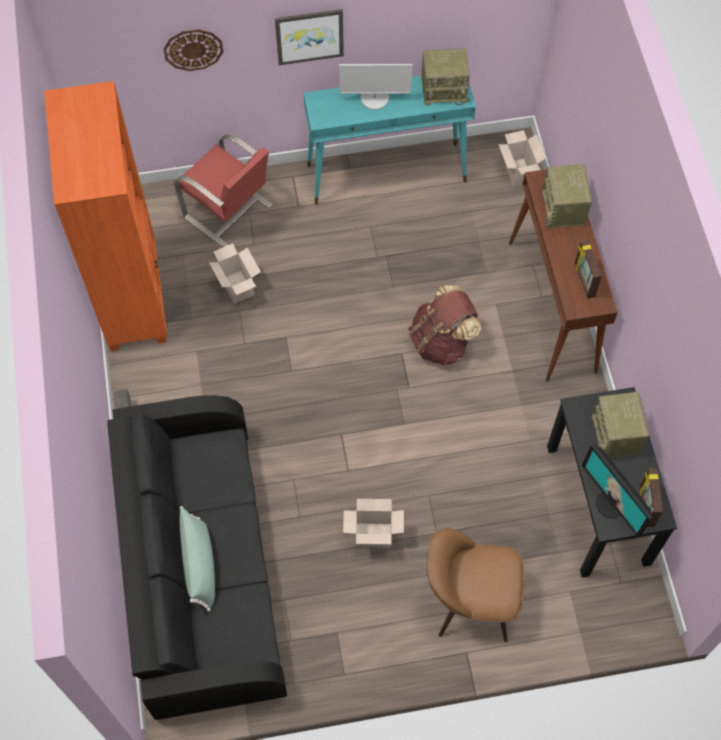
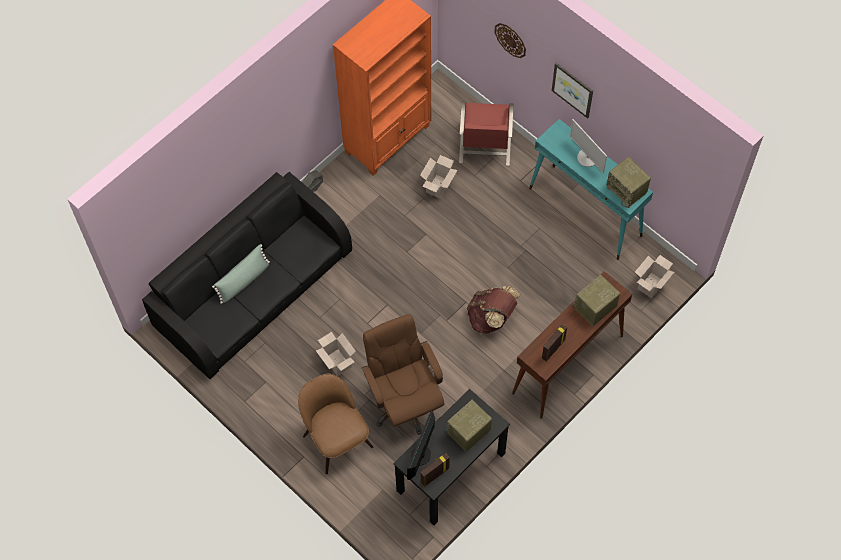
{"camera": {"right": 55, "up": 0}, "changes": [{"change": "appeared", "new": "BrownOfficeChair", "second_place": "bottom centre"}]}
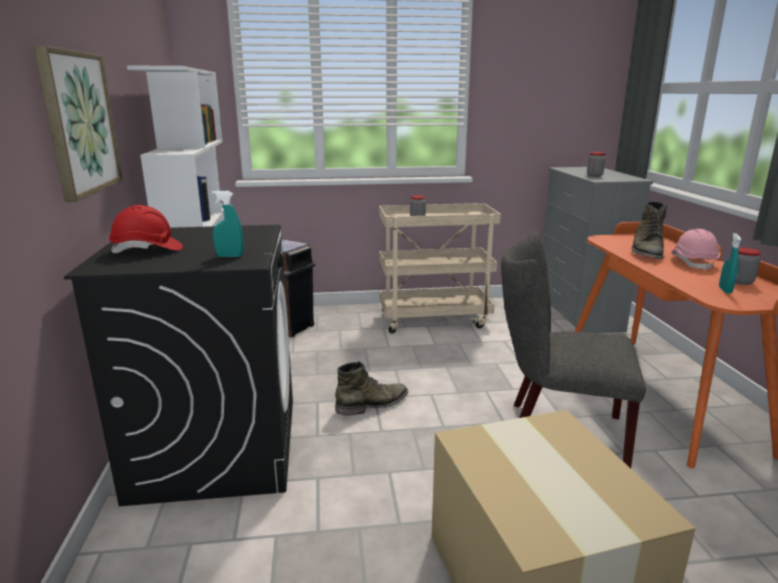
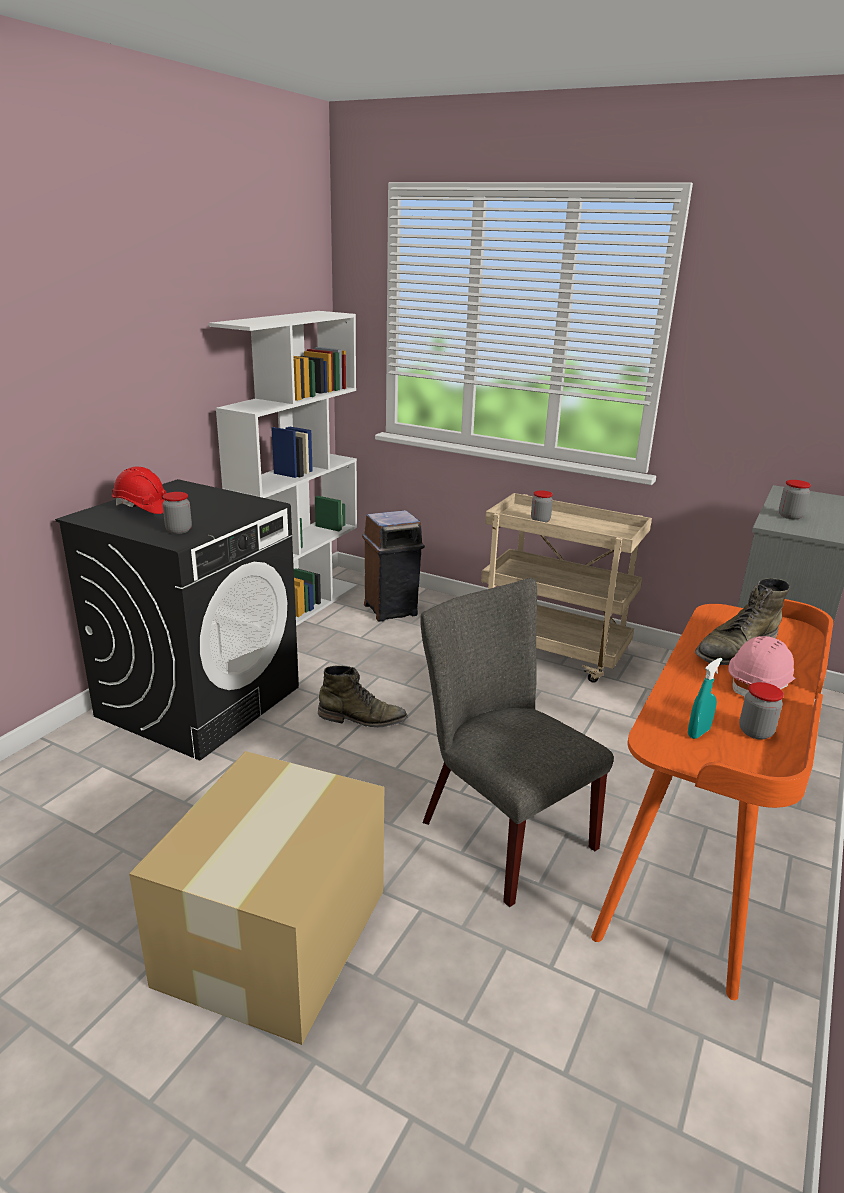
{"camera": {"right": 35, "up": 5}, "changes": [{"change": "missing", "old": "Picture", "first_place": "top left"}, {"change": "exchanged", "old": "TurquoiseSprayBottle (no. 1 from left)", "new": "Jar (no. 1 from left)", "first_place": "middle left", "second_place": "middle left"}]}
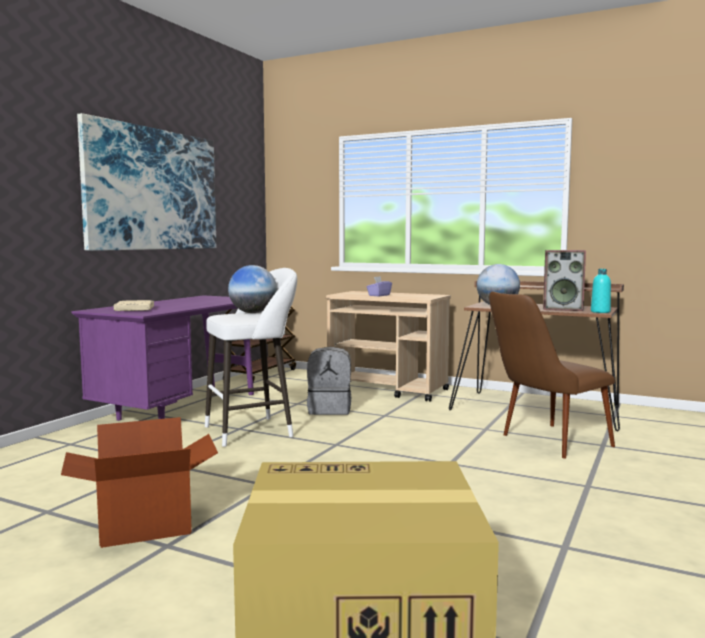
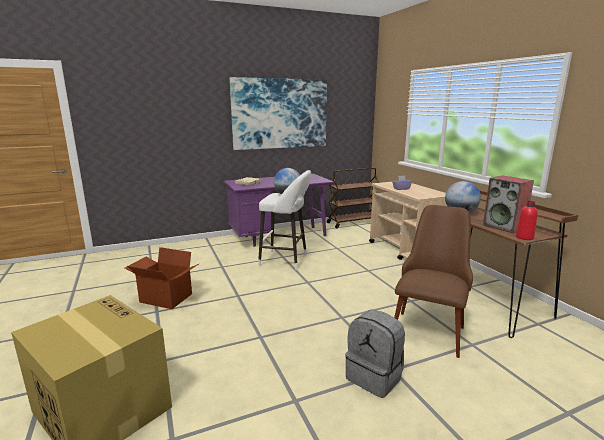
{"camera": {"right": 40, "up": 10}, "changes": [{"change": "relocated", "old": "GreyBackpack", "first_place": "centre", "second_place": "bottom centre"}, {"change": "spun", "old": "BrownChair", "first_place": "middle right", "second_place": "middle right", "degrees": 105}, {"change": "colour", "old": "TurquoiseBottle", "new": "RedBottle", "first_place": "middle right", "second_place": "middle right"}]}
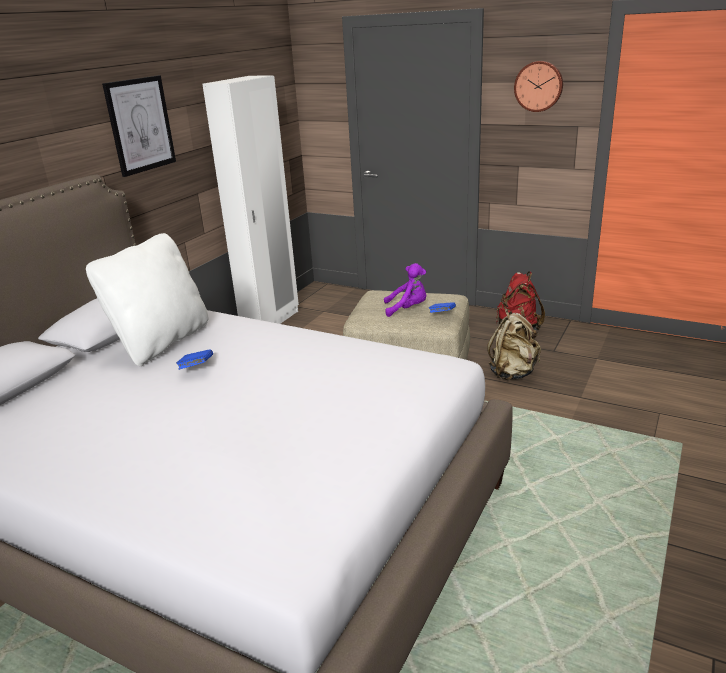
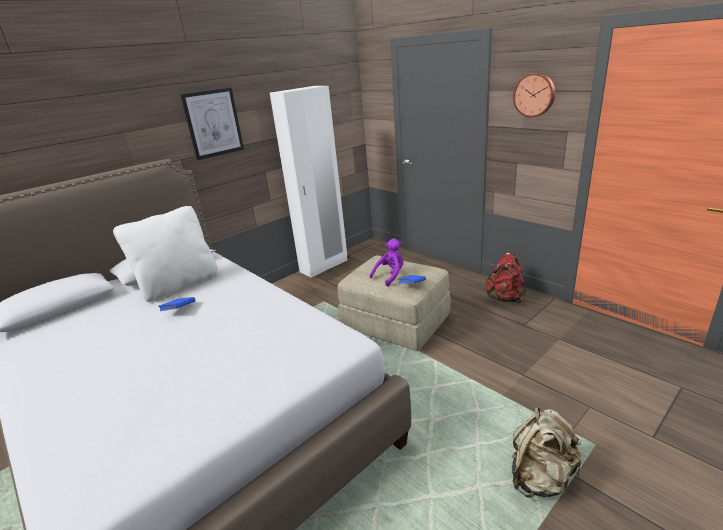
{"camera": {"right": 20, "up": 0}, "changes": [{"change": "spun", "old": "PurplePlushToy", "first_place": "centre", "second_place": "centre", "degrees": -60}, {"change": "relocated", "old": "BeigeBackpack", "first_place": "middle right", "second_place": "bottom right"}]}
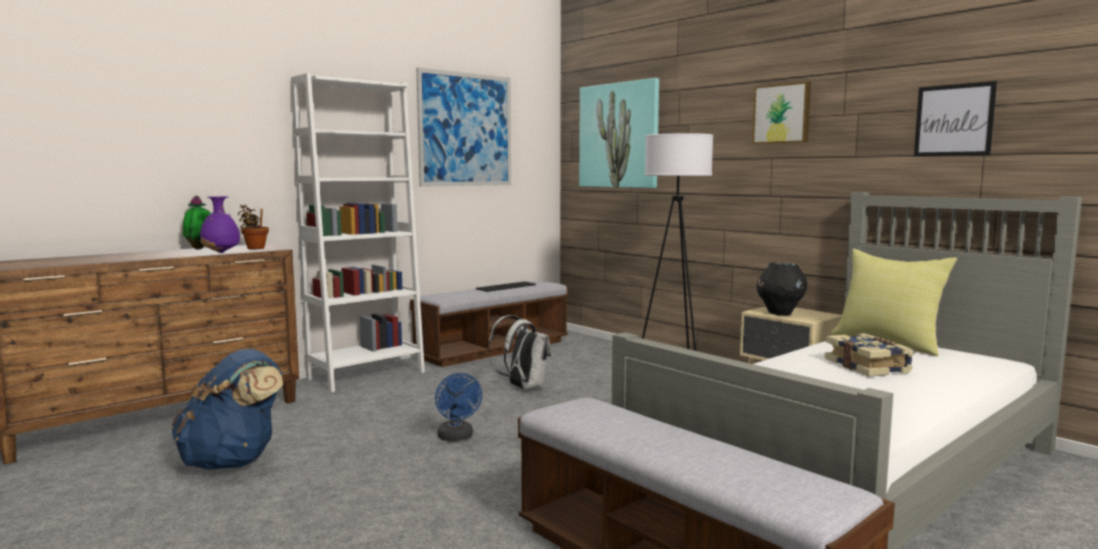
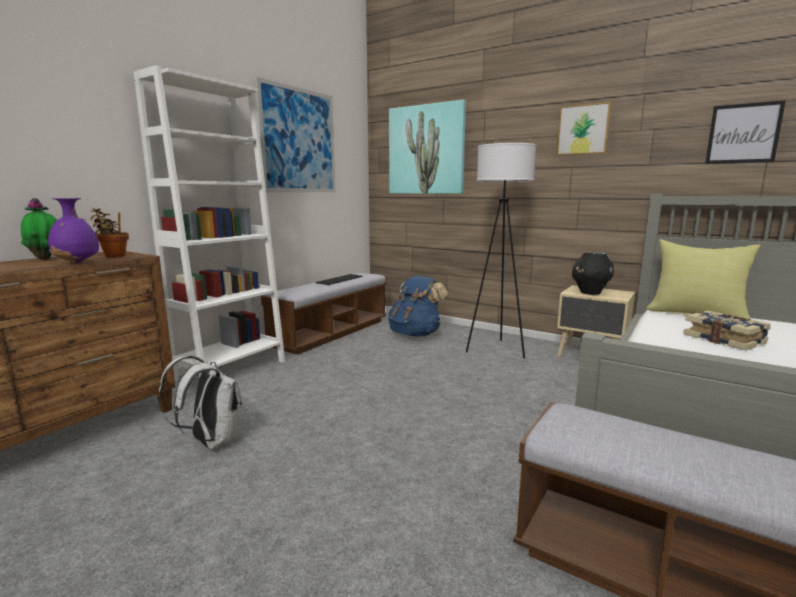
{"camera": {"right": -15, "up": 5}, "changes": [{"change": "relocated", "old": "BlueBackpack", "first_place": "bottom left", "second_place": "centre"}, {"change": "missing", "old": "BlueFan", "first_place": "bottom centre"}, {"change": "relocated", "old": "WhiteBackpack", "first_place": "centre", "second_place": "bottom left"}]}
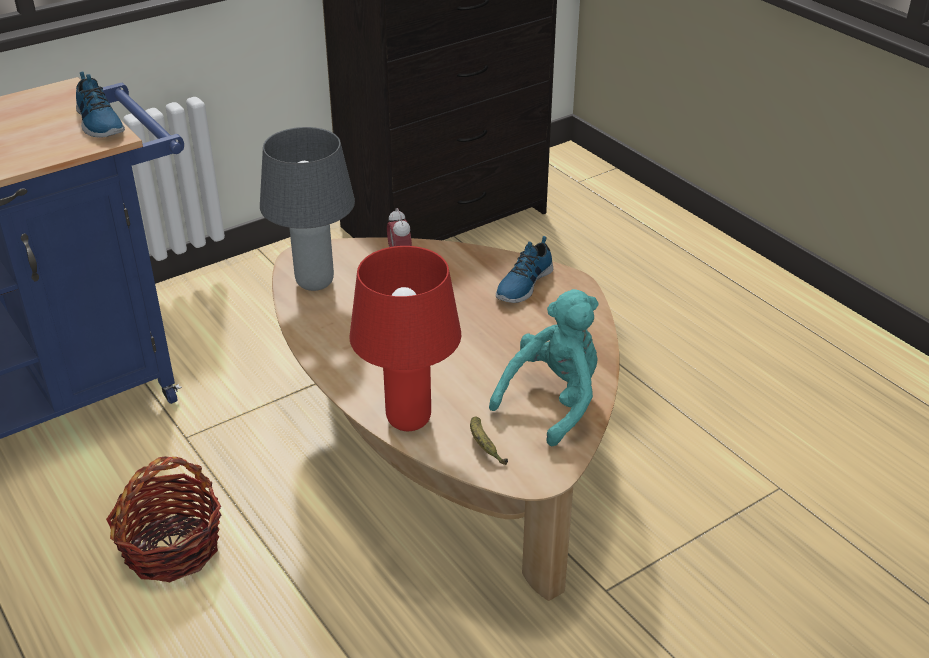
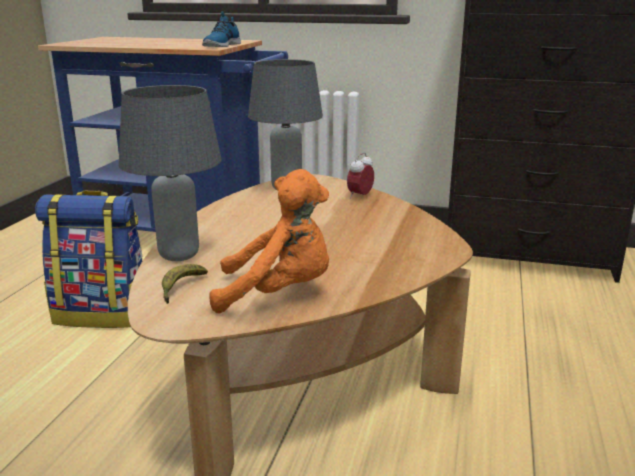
{"camera": {"right": 50, "up": -15}, "changes": [{"change": "exchanged", "old": "Basket", "new": "Backpack", "first_place": "bottom left", "second_place": "middle left"}, {"change": "colour", "old": "RedTableLamp", "new": "GreyTableLamp (no. 1 from left)", "first_place": "centre", "second_place": "middle left"}, {"change": "colour", "old": "TurquoisePlushToy", "new": "OrangePlushToy", "first_place": "centre", "second_place": "centre"}, {"change": "missing", "old": "Shoe (no. 2 from left)", "first_place": "centre"}]}
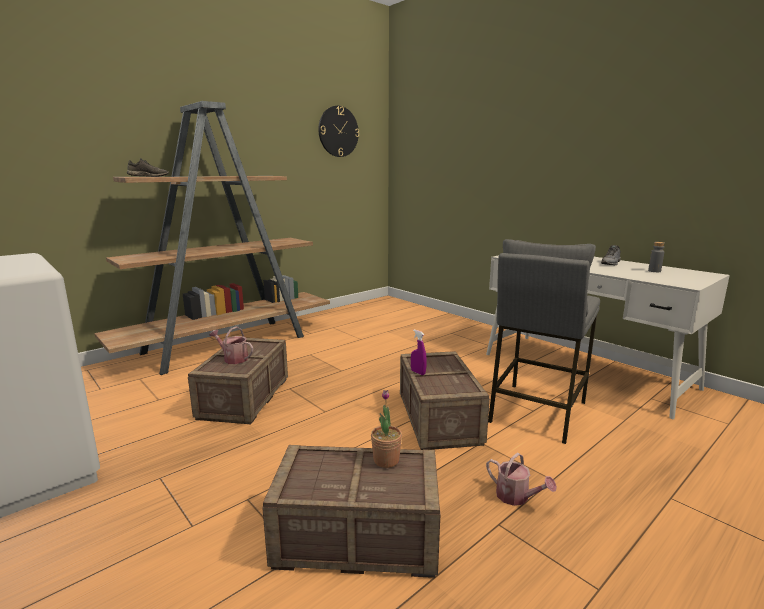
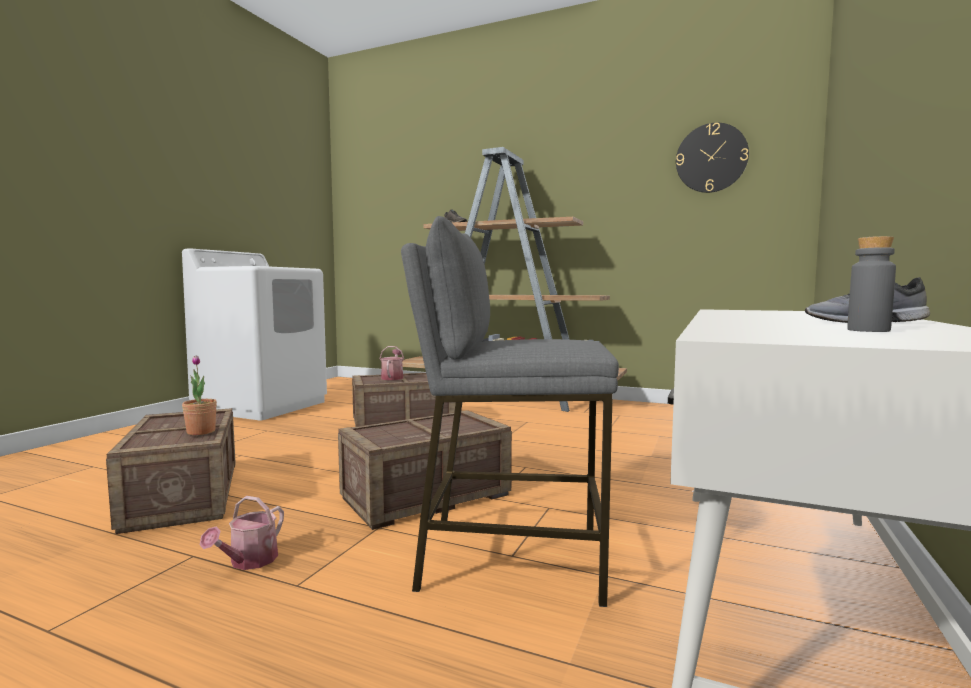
{"camera": {"right": 65, "up": -10}, "changes": [{"change": "missing", "old": "PurpleSprayBottle", "first_place": "centre"}]}
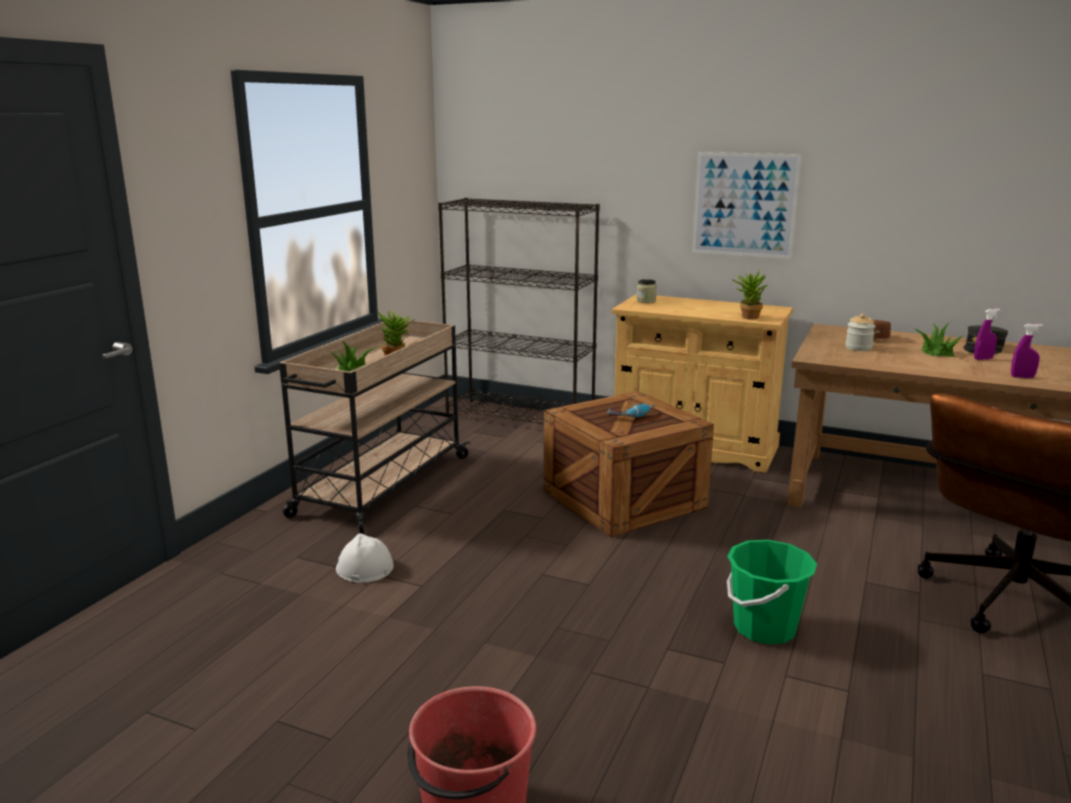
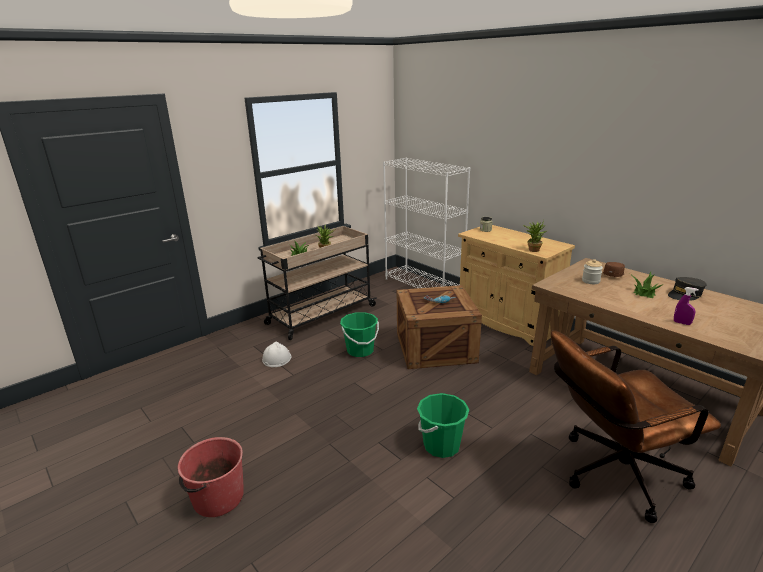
{"camera": {"right": 25, "up": 5}, "changes": [{"change": "colour", "old": "BlackBookcase", "new": "WhiteBookcase", "first_place": "centre", "second_place": "centre"}, {"change": "missing", "old": "Picture", "first_place": "top right"}, {"change": "missing", "old": "PurpleSprayBottle (no. 1 from left)", "first_place": "middle right"}, {"change": "appeared", "new": "GreenBucket (no. 1 from left)", "second_place": "centre"}]}
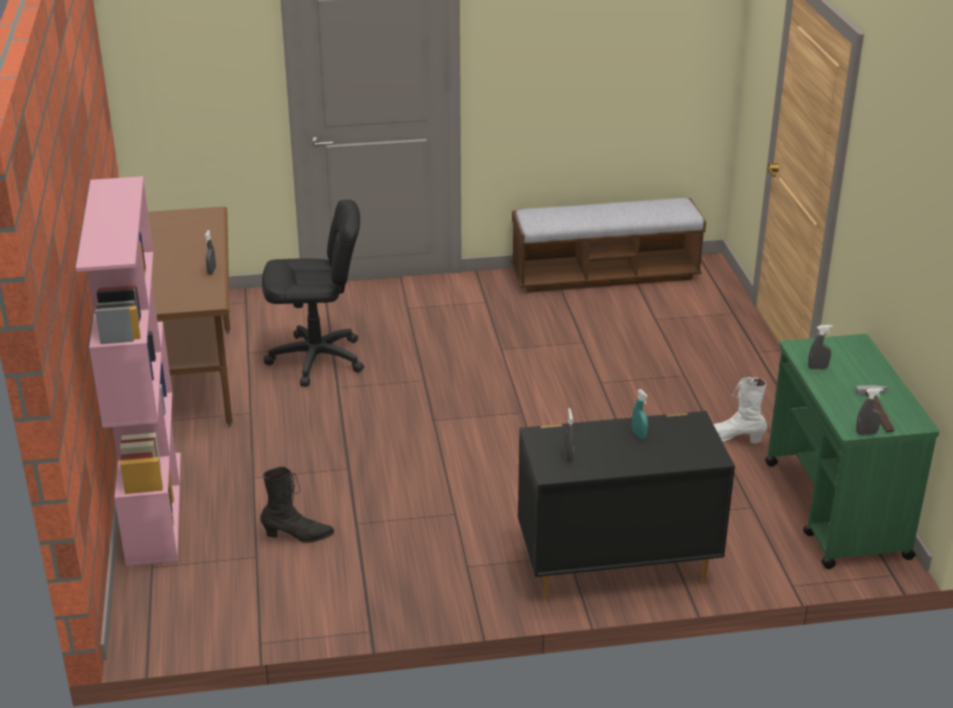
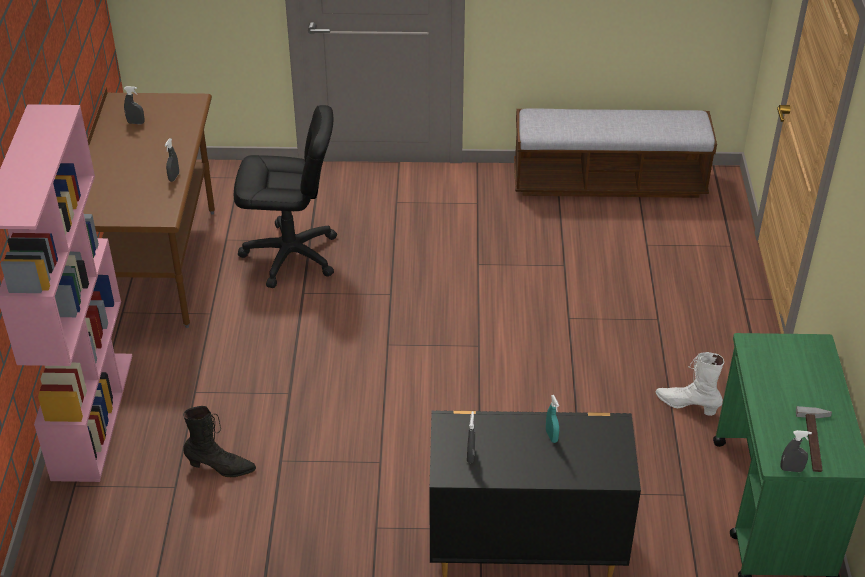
{"camera": {"right": 10, "up": 10}, "changes": [{"change": "relocated", "old": "GreySprayBottle (no. 3 from left in the first image)", "new": "GreySprayBottle (no. 1 from left)", "first_place": "middle right", "second_place": "top left"}]}
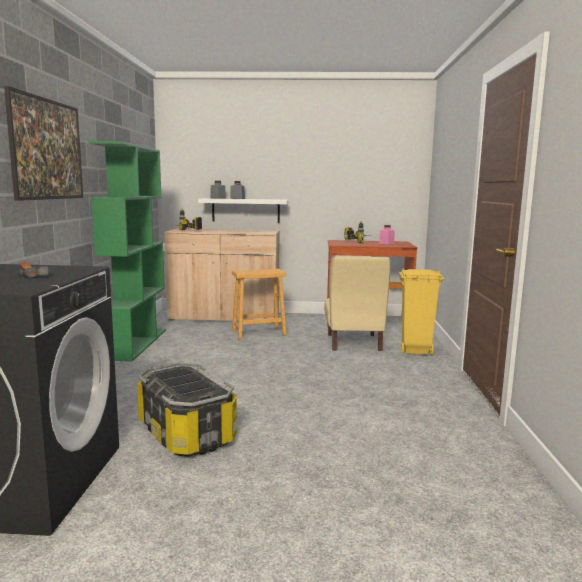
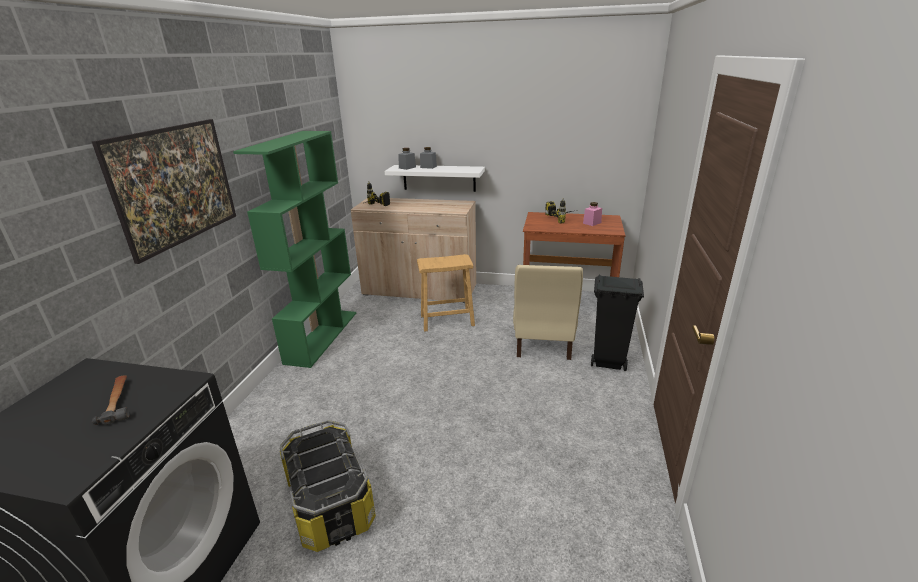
{"camera": {"right": 10, "up": 15}, "changes": [{"change": "colour", "old": "YellowTrashCan", "new": "BlackTrashCan", "first_place": "middle right", "second_place": "middle right"}]}
